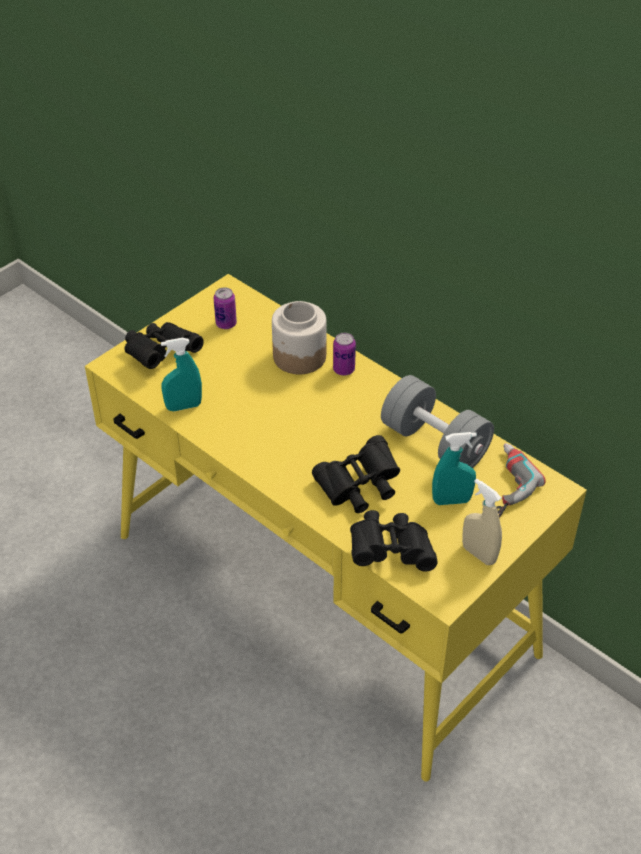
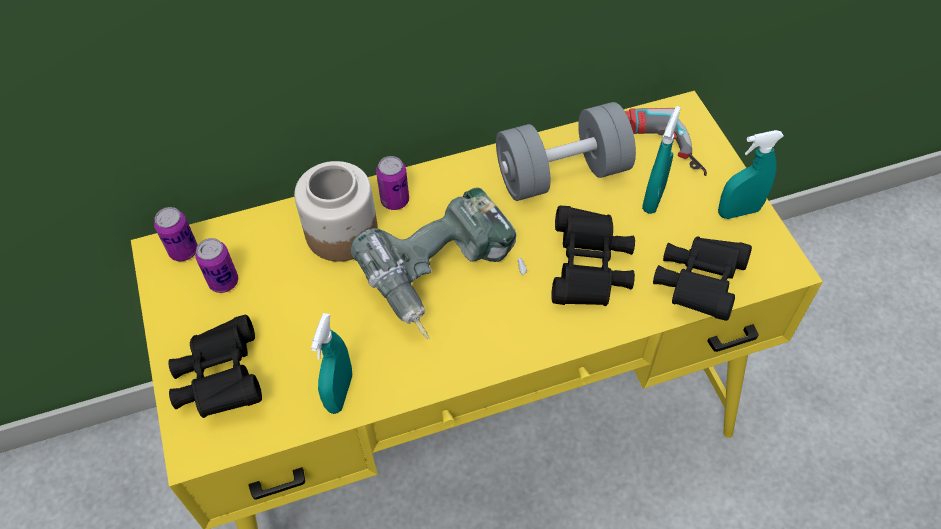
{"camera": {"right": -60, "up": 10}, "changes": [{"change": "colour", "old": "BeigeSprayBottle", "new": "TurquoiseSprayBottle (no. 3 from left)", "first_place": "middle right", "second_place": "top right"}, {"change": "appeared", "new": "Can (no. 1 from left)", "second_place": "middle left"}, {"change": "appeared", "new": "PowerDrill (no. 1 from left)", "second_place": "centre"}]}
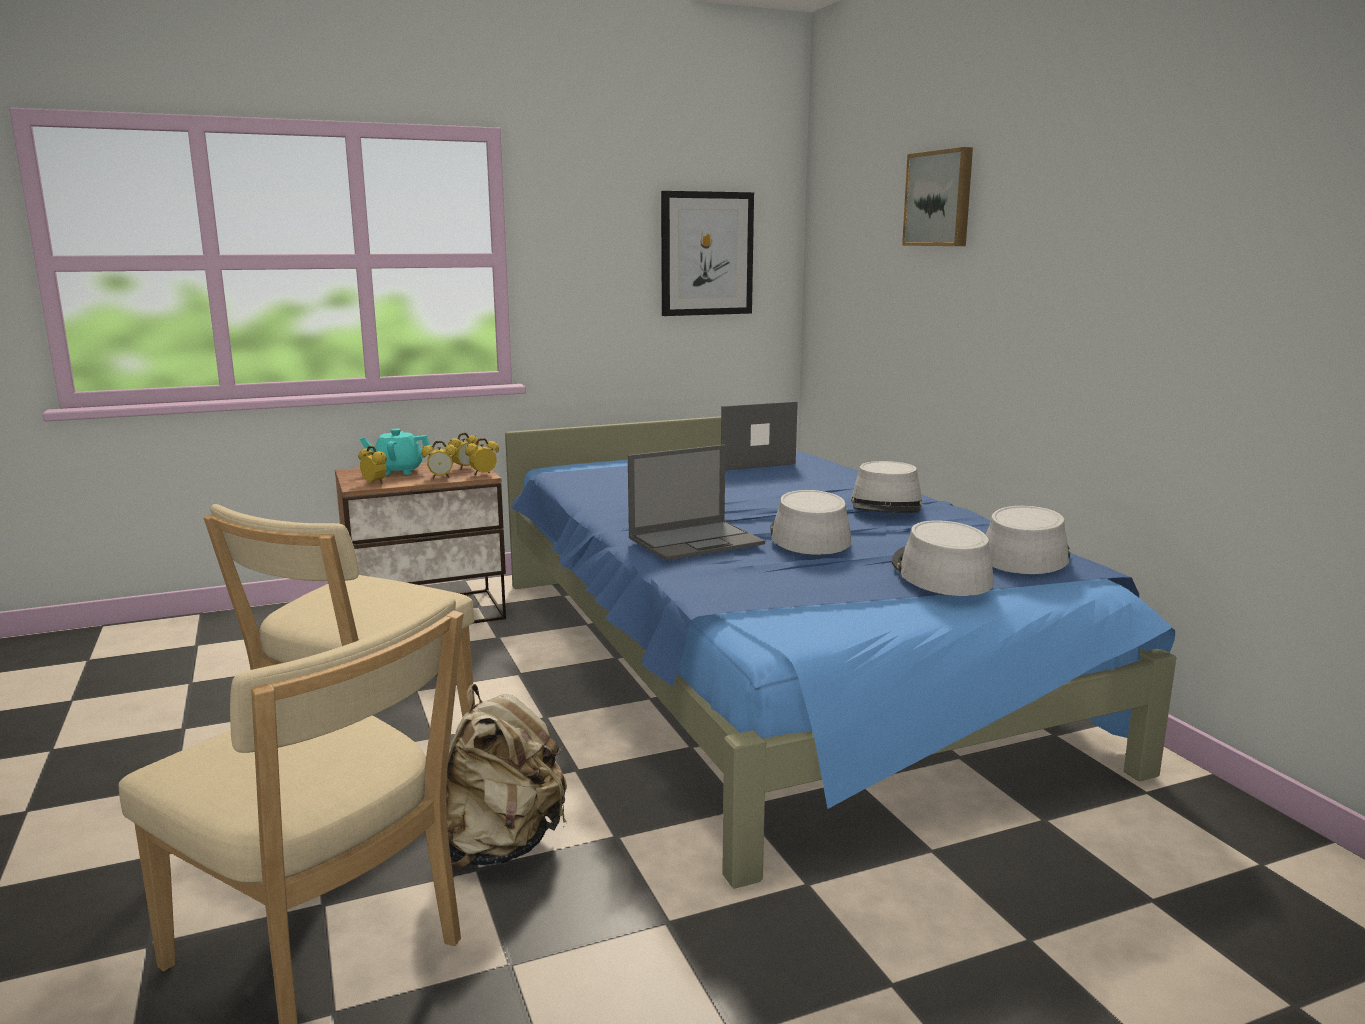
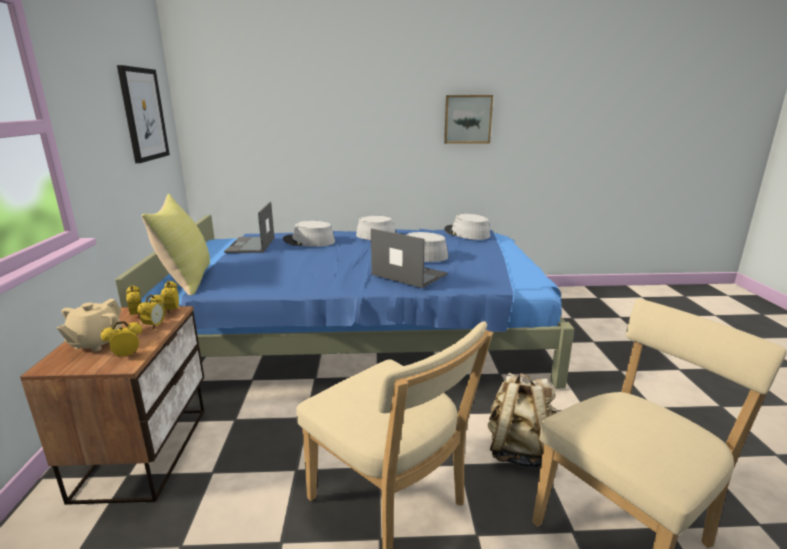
{"camera": {"right": -70, "up": 5}, "changes": [{"change": "colour", "old": "TurquoiseTeapot", "new": "BeigeTeapot", "first_place": "middle left", "second_place": "middle left"}, {"change": "spun", "old": "Laptop (no. 1 from left in the first image)", "first_place": "centre", "second_place": "centre", "degrees": -45}, {"change": "relocated", "old": "GreyHat (no. 3 from left in the first image)", "new": "GreyHat (no. 1 from left)", "first_place": "middle right", "second_place": "centre"}, {"change": "relocated", "old": "Picture (no. 2 from left)", "first_place": "top right", "second_place": "top centre"}, {"change": "appeared", "new": "YellowPillow", "second_place": "middle left"}]}
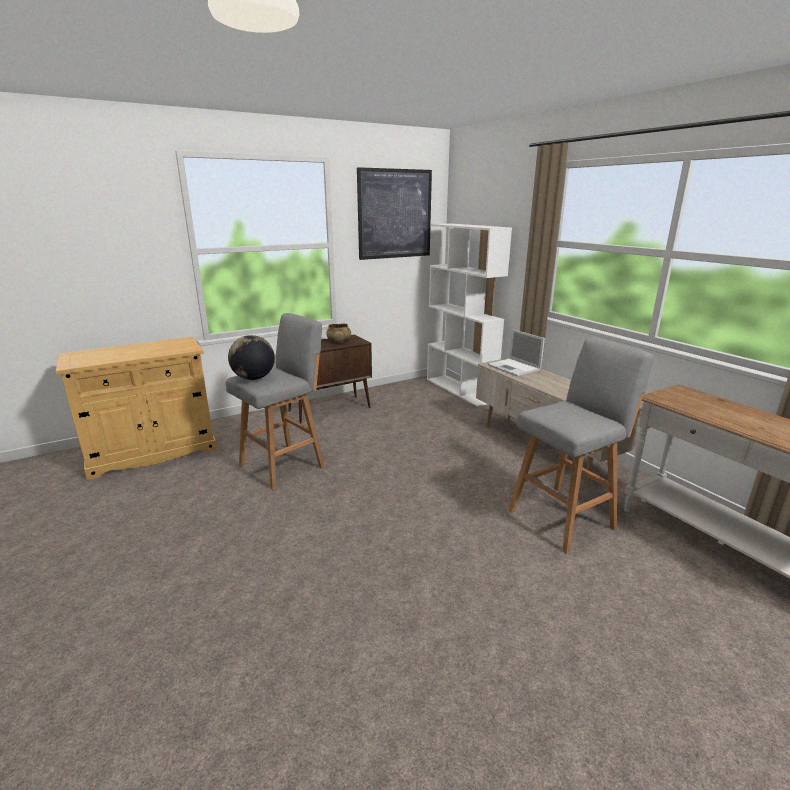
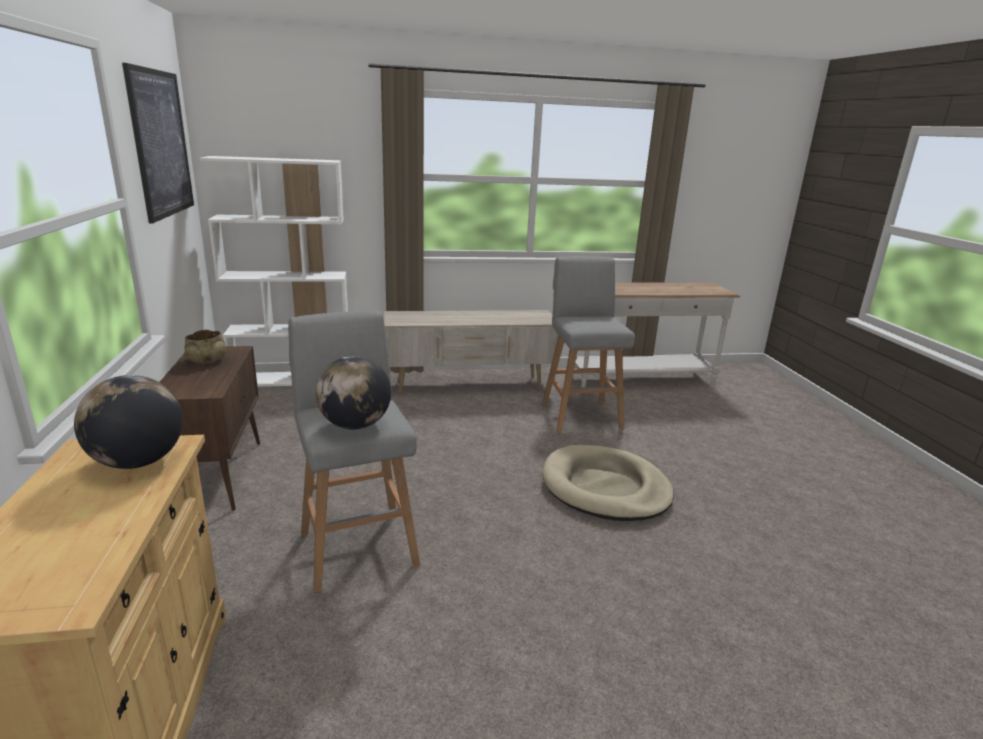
{"camera": {"right": -70, "up": 0}, "changes": [{"change": "missing", "old": "Laptop", "first_place": "centre"}, {"change": "appeared", "new": "Globe (no. 1 from left)", "second_place": "middle left"}, {"change": "appeared", "new": "BeigeDogBed", "second_place": "centre"}]}
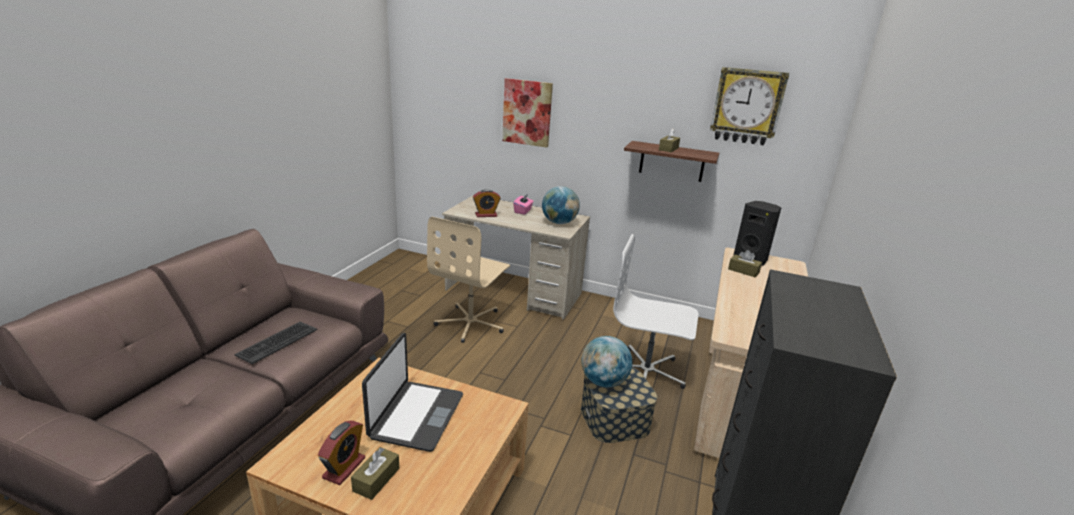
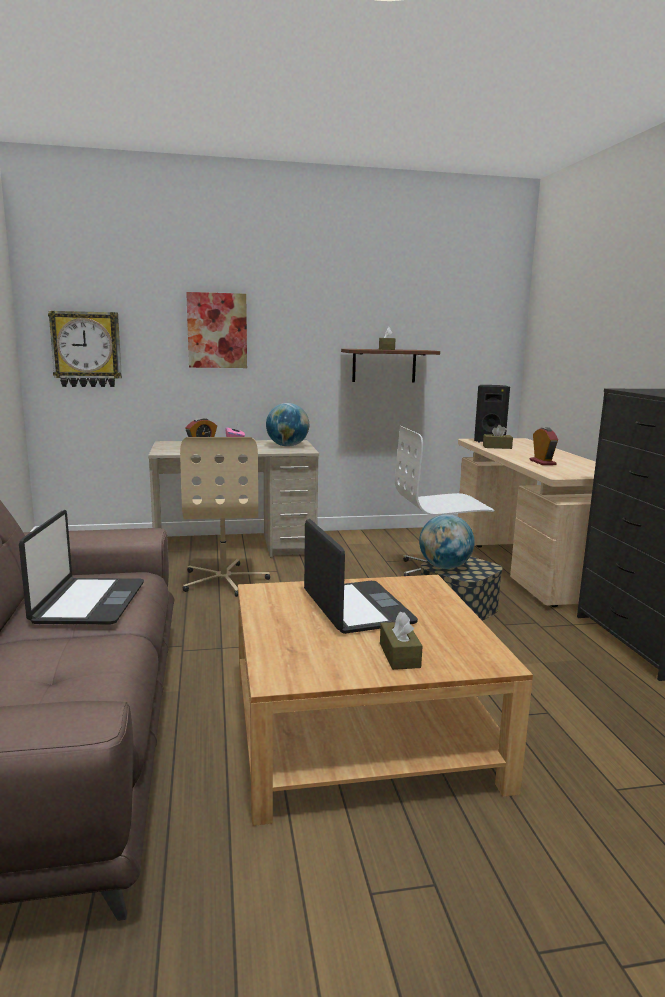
{"camera": {"right": -30, "up": -10}, "changes": [{"change": "exchanged", "old": "Keyboard", "new": "Laptop (no. 1 from left)", "first_place": "middle left", "second_place": "middle left"}, {"change": "relocated", "old": "AlarmClock (no. 1 from left in the first image)", "new": "AlarmClock (no. 2 from left)", "first_place": "bottom left", "second_place": "middle right"}, {"change": "relocated", "old": "WallClock", "first_place": "top right", "second_place": "middle left"}]}
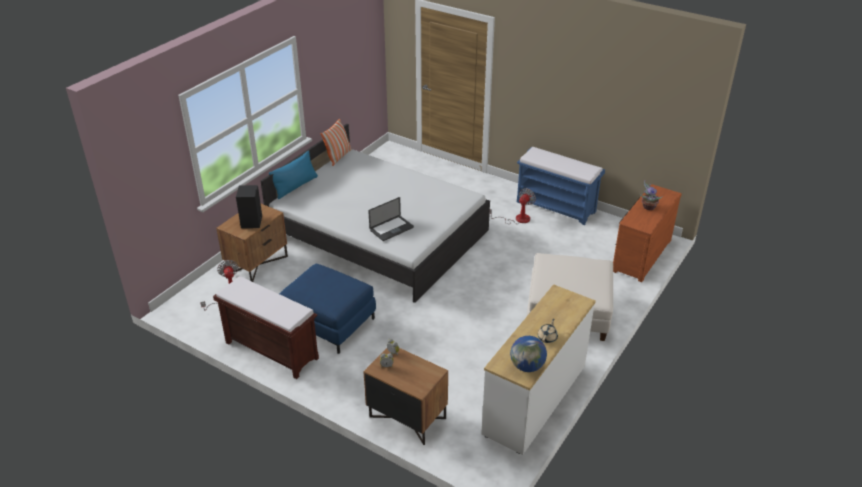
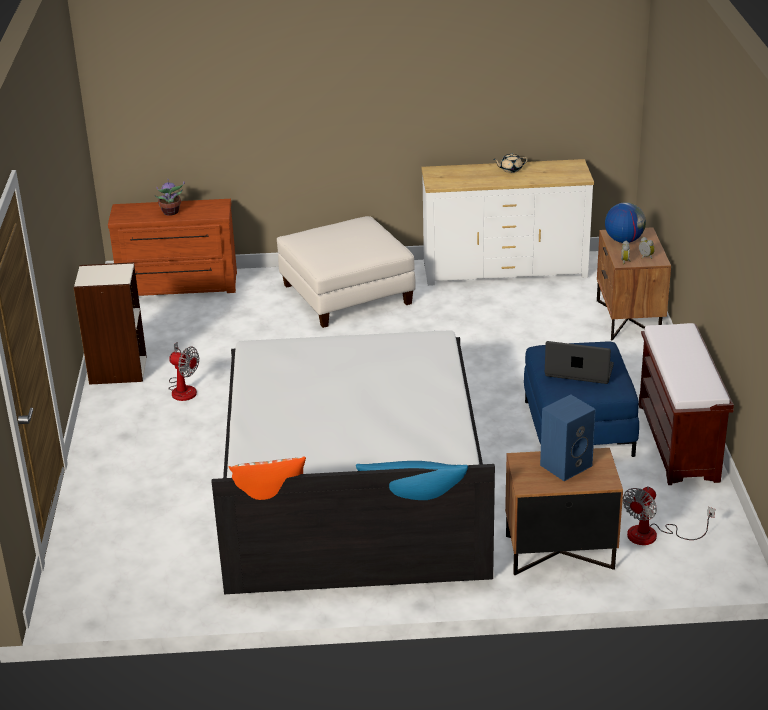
{"camera": {"right": -125, "up": -5}, "changes": [{"change": "colour", "old": "BlackSpeaker", "new": "BlueSpeaker", "first_place": "middle left", "second_place": "middle right"}, {"change": "relocated", "old": "Laptop", "first_place": "centre", "second_place": "middle right"}, {"change": "spun", "old": "Fan (no. 2 from left in the first image)", "first_place": "centre", "second_place": "middle left", "degrees": -150}, {"change": "relocated", "old": "Globe", "first_place": "bottom centre", "second_place": "top right"}, {"change": "exchanged", "old": "BlueBench", "new": "Bookcase", "first_place": "centre", "second_place": "middle left"}]}
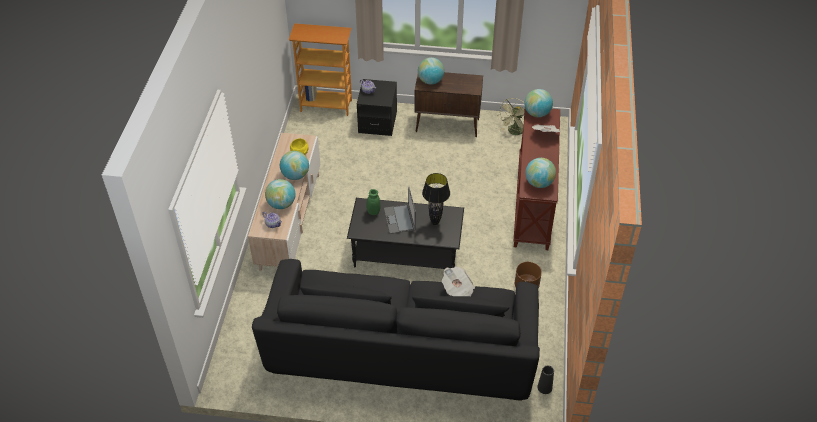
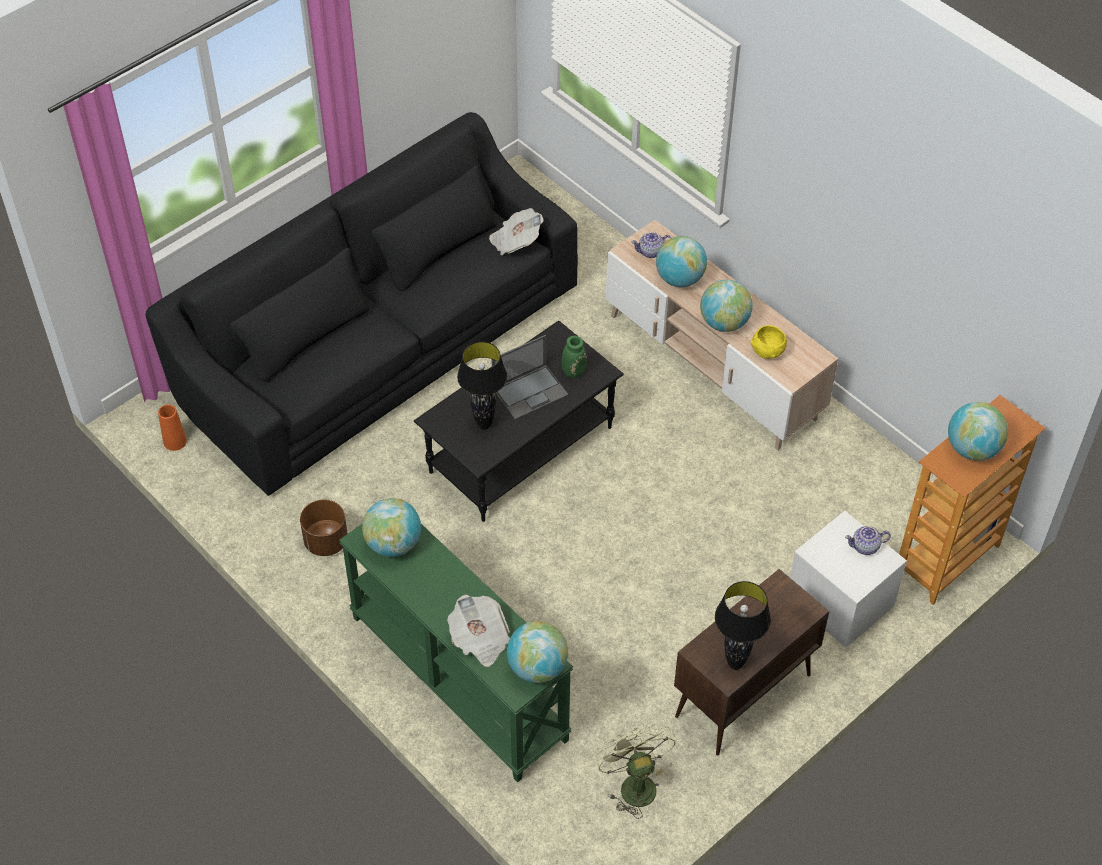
{"camera": {"right": 130, "up": 5}, "changes": [{"change": "colour", "old": "BlackNightstand", "new": "WhiteNightstand", "first_place": "top centre", "second_place": "bottom right"}, {"change": "spun", "old": "Laptop", "first_place": "centre", "second_place": "centre", "degrees": 120}, {"change": "relocated", "old": "Globe (no. 3 from left in the first image)", "new": "Globe (no. 5 from left)", "first_place": "top centre", "second_place": "middle right"}, {"change": "relocated", "old": "Newspaper (no. 1 from left in the first image)", "new": "Newspaper (no. 2 from left)", "first_place": "centre", "second_place": "top centre"}, {"change": "colour", "old": "BrownConsoleTable", "new": "GreenConsoleTable", "first_place": "centre", "second_place": "bottom centre"}, {"change": "colour", "old": "BlackVase", "new": "OrangeVase", "first_place": "bottom right", "second_place": "middle left"}, {"change": "appeared", "new": "BlackTableLamp (no. 2 from left)", "second_place": "bottom right"}]}
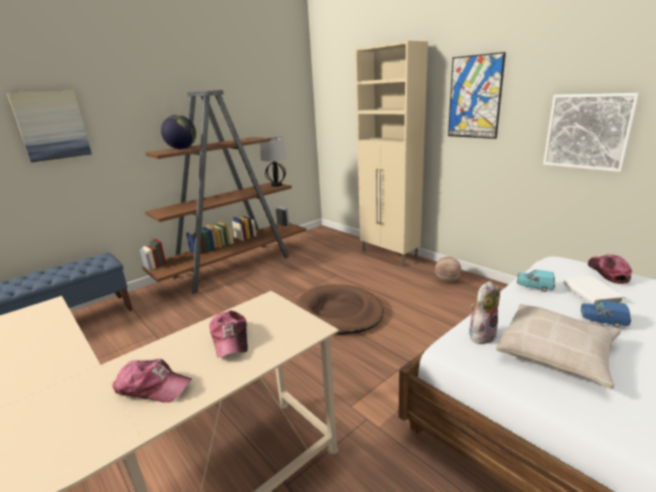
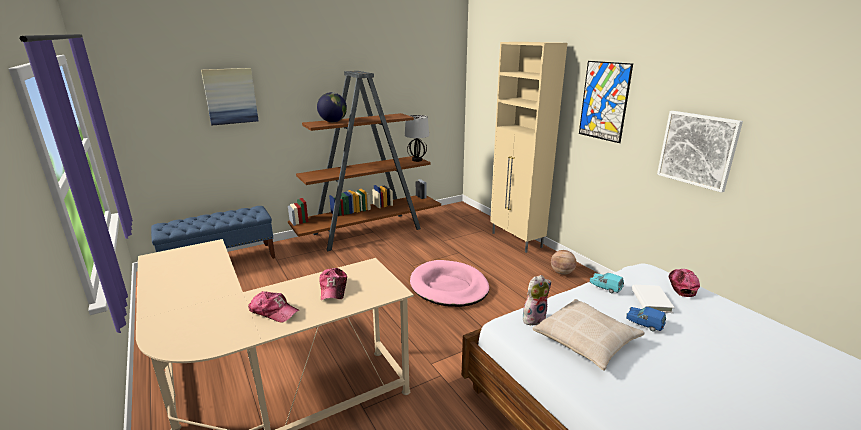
{"camera": {"right": 10, "up": 0}, "changes": [{"change": "colour", "old": "BrownDogBed", "new": "PinkDogBed", "first_place": "centre", "second_place": "centre"}]}
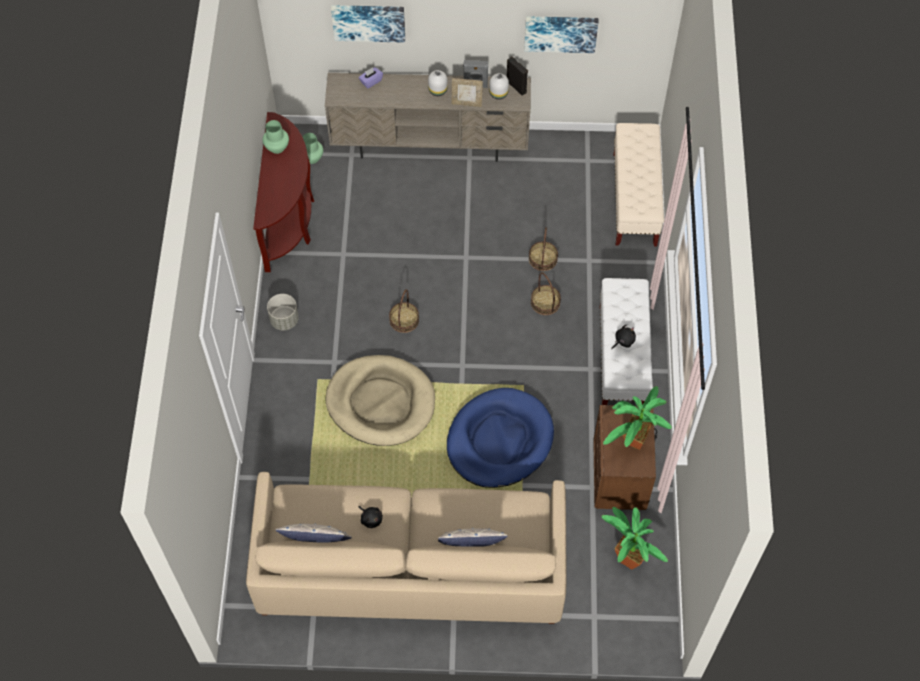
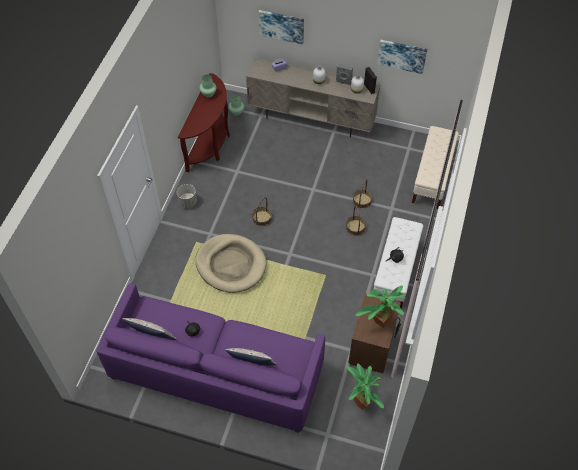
{"camera": {"right": 15, "up": -5}, "changes": [{"change": "colour", "old": "BeigeSofa", "new": "PurpleSofa", "first_place": "bottom centre", "second_place": "bottom centre"}, {"change": "missing", "old": "BlueDogBed", "first_place": "centre"}, {"change": "missing", "old": "PictureFrame", "first_place": "top centre"}]}
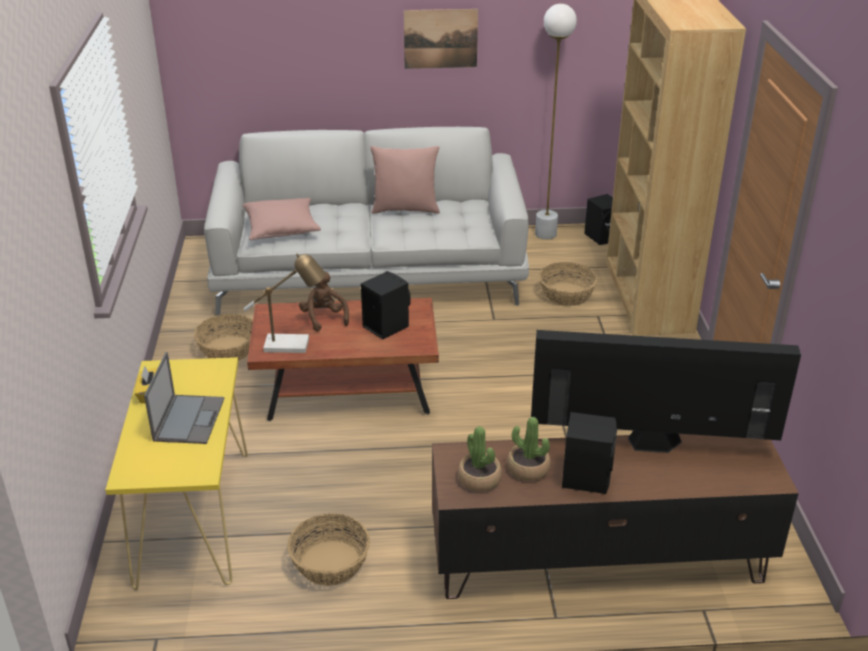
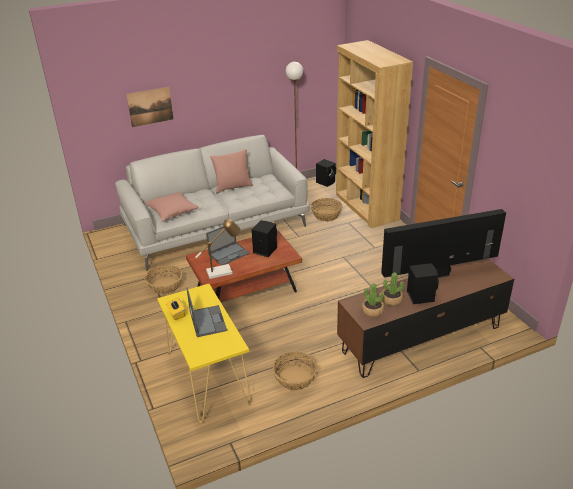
{"camera": {"right": -20, "up": 0}, "changes": [{"change": "exchanged", "old": "BrownPlushToy", "new": "Laptop (no. 2 from left)", "first_place": "centre", "second_place": "centre"}, {"change": "relocated", "old": "Picture", "first_place": "top centre", "second_place": "top left"}]}
